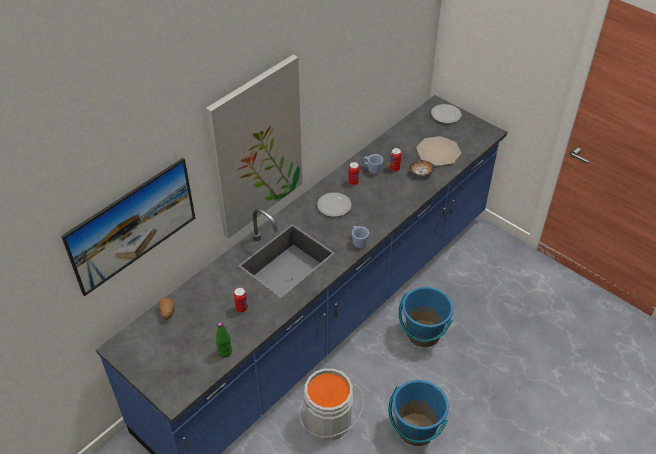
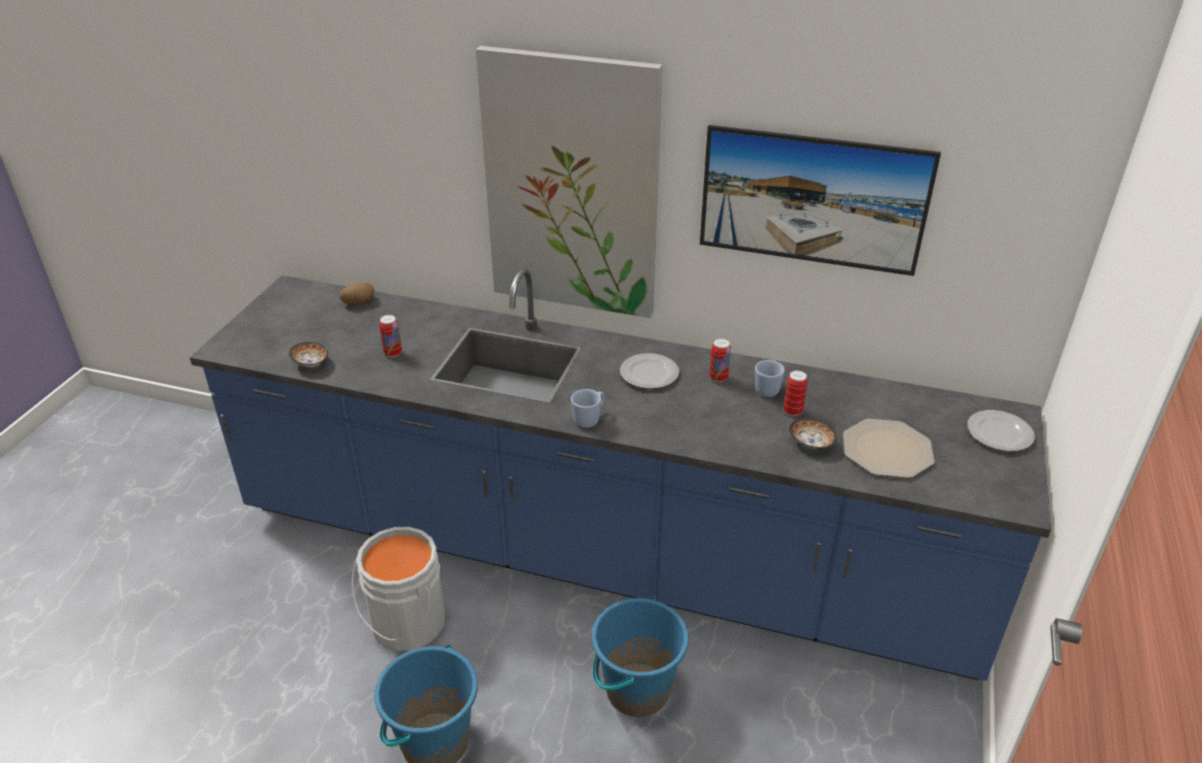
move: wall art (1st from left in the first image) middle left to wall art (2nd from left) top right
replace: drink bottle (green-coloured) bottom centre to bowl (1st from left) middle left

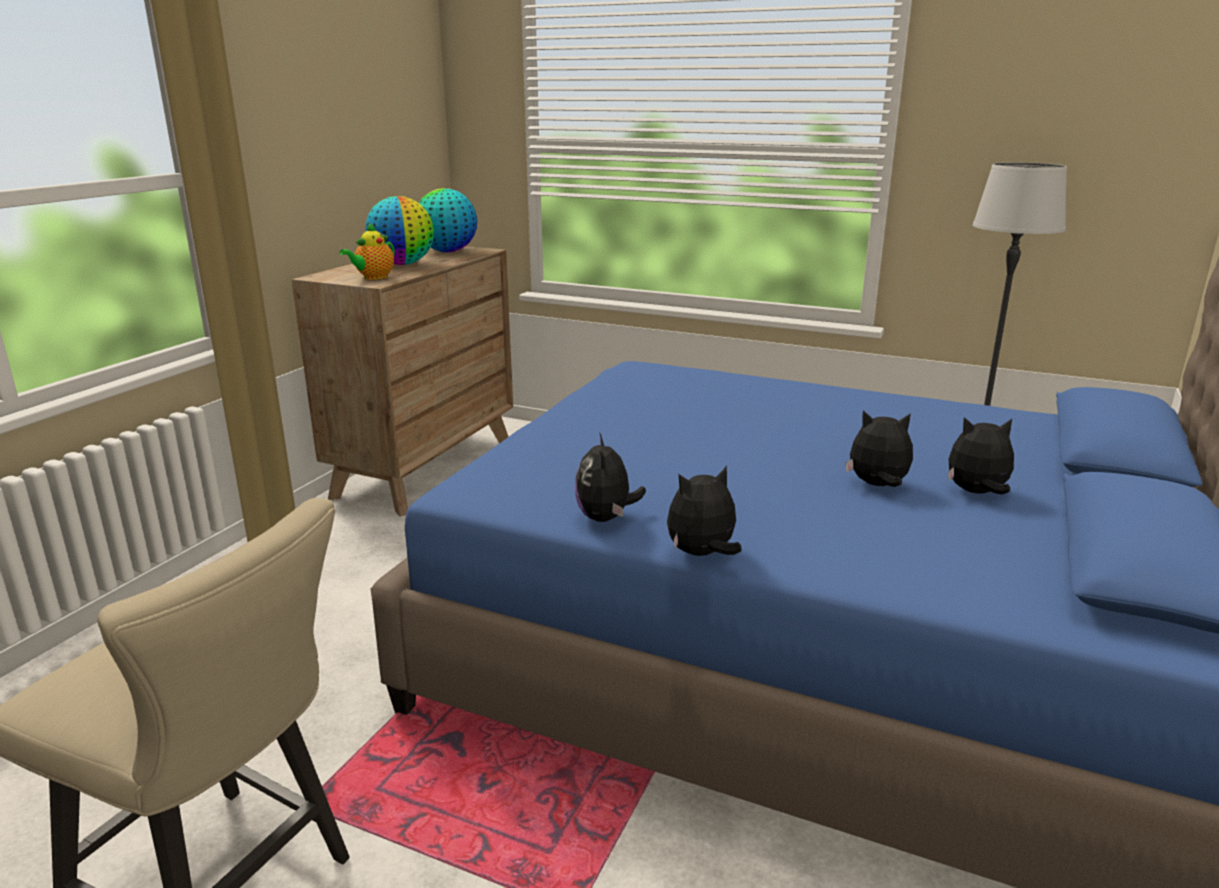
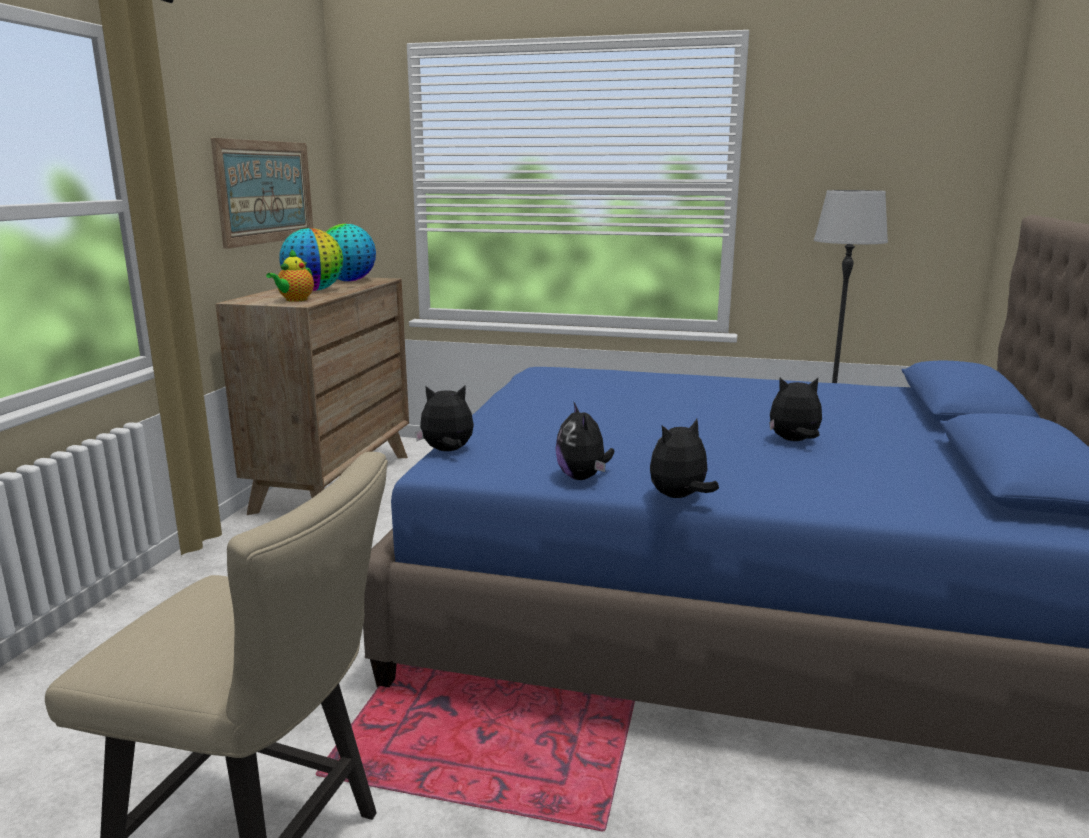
insert: wall art top left
move: soft toy (4th from left in the first image) middle right to soft toy (1st from left) centre

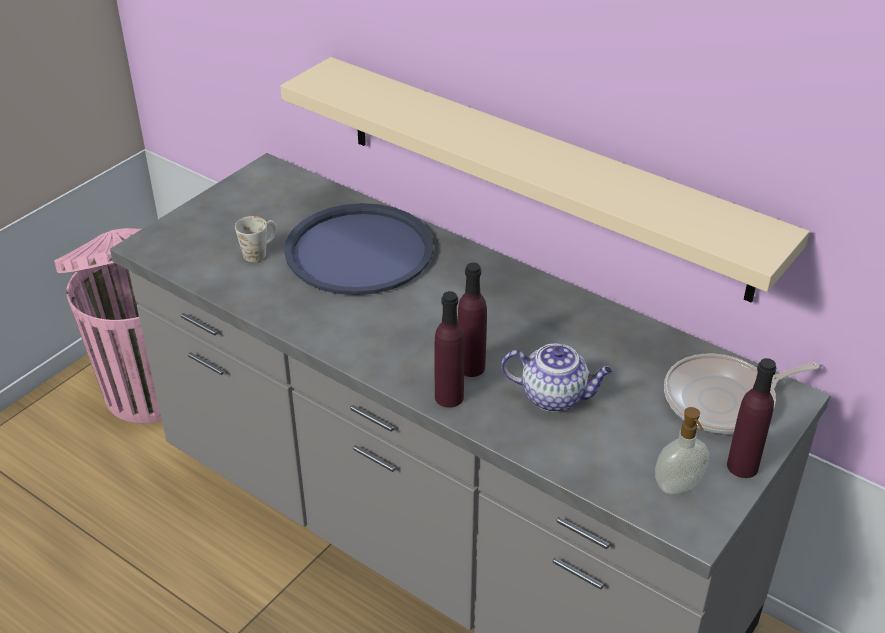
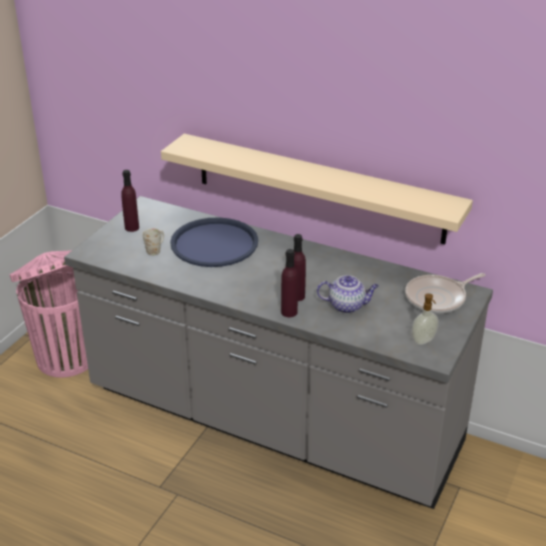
move: drink bottle (purple) (3rd from left in the first image) middle right to drink bottle (purple) (1st from left) middle left

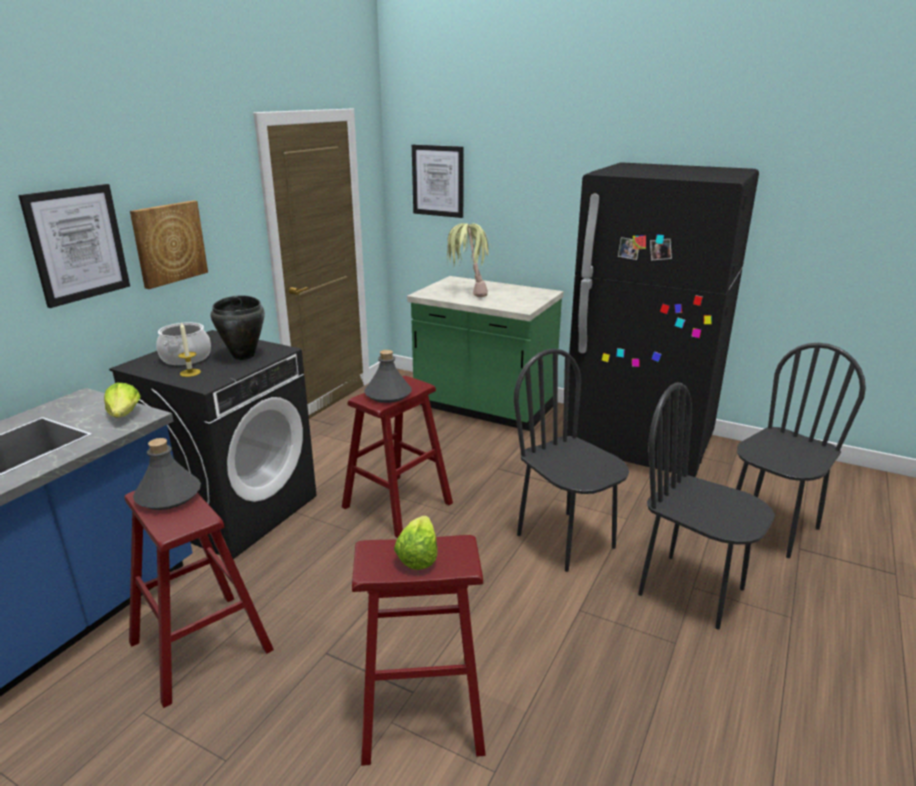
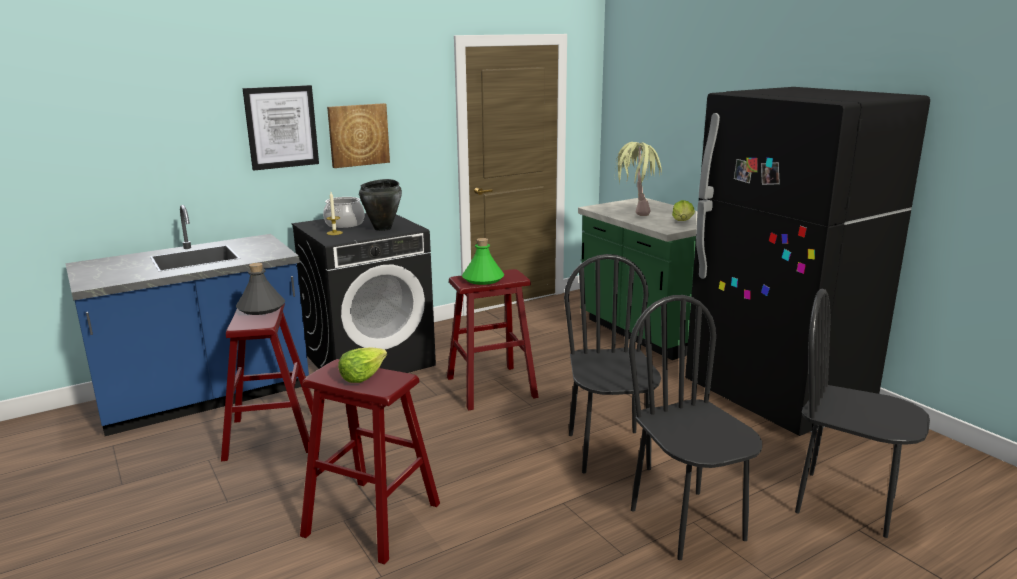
delete: wall art (3rd from left) top centre
move: lettuce (1st from left in the first image) middle left to lettuce (2nd from left) middle right
recolor: drink bottle (gray) (2nd from left) centre to drink bottle (green-coloured) centre
rotate: plain chair (black) (3rd from left) middle right = bottom right 135 degrees counterclockwise

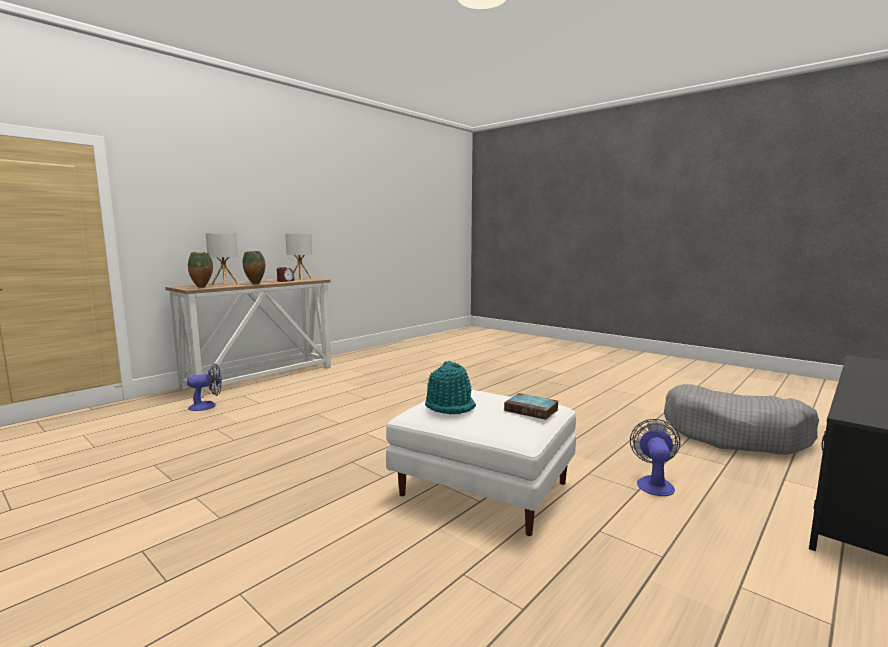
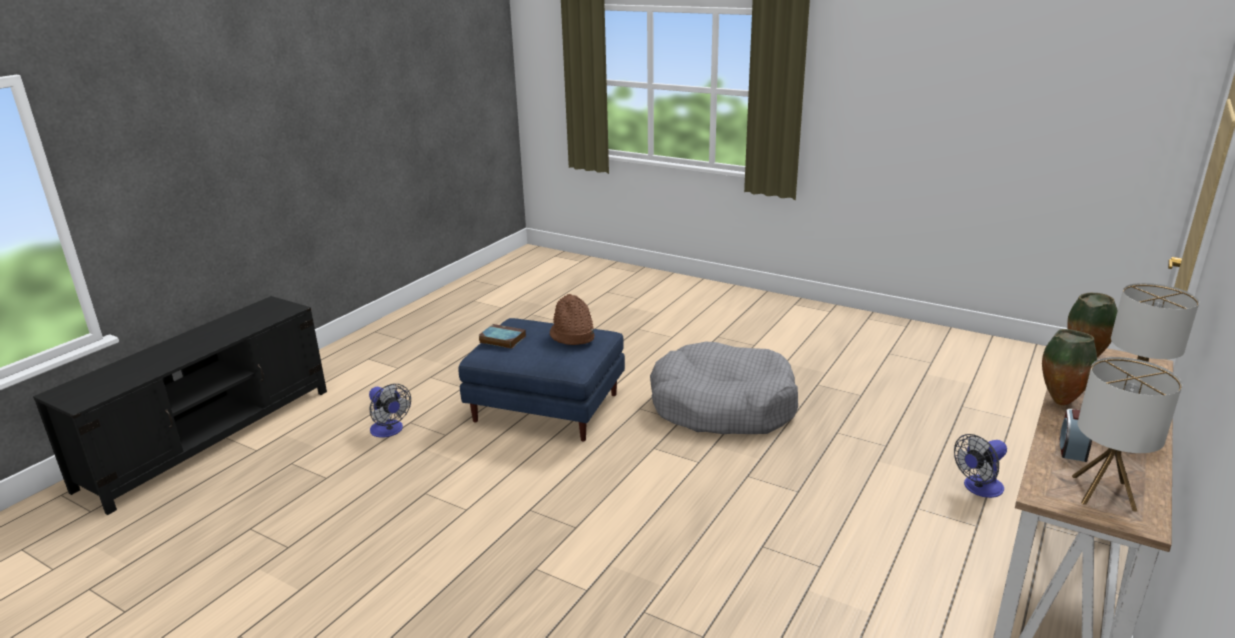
move: pet bed (gray) middle right to centre
recolor: wearable hat (turquoise) centre to wearable hat (brownish) centre; ottoman (white-coloured) bottom centre to ottoman (blue-coloured) centre
rotate: cooling fan (2nd from left in the first image) bottom right = middle left 45 degrees counterclockwise

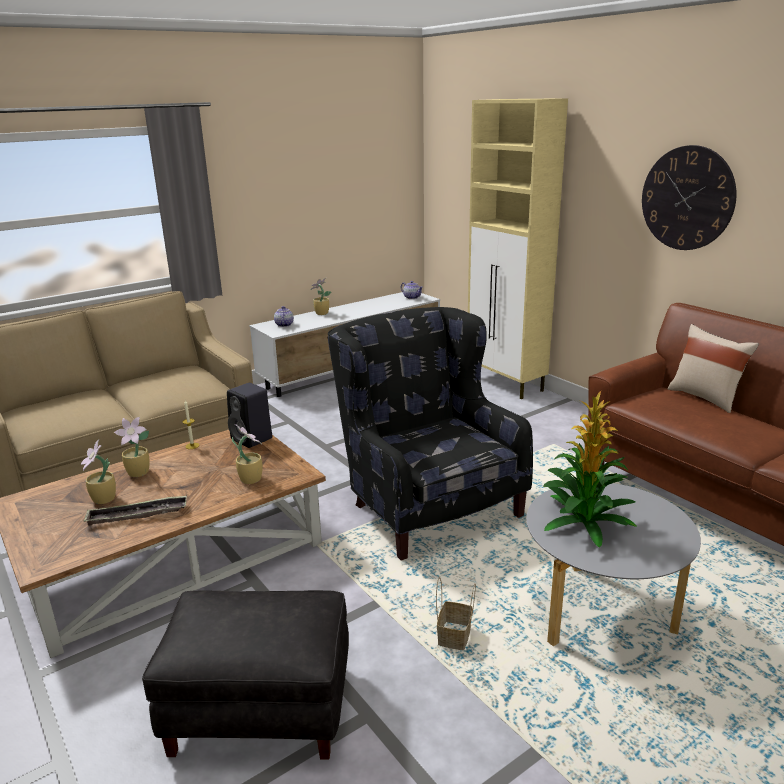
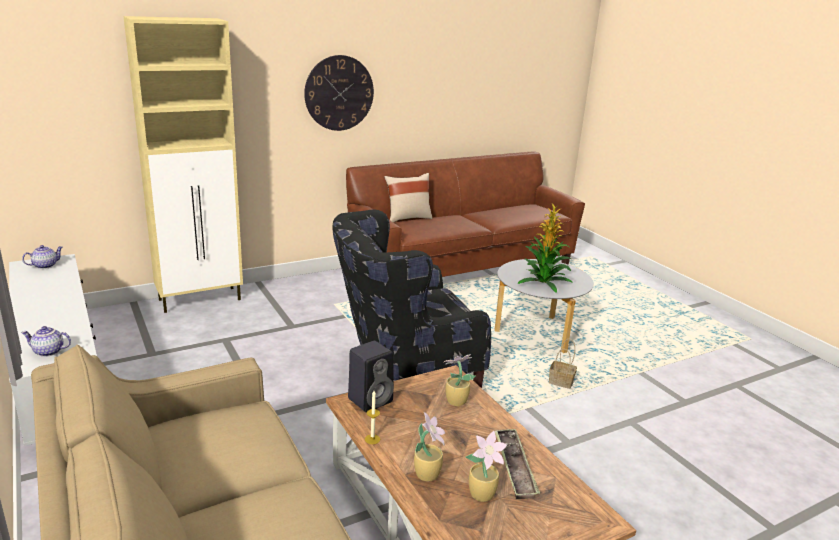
delete: houseplant (4th from left) centre; ottoman (black) bottom left

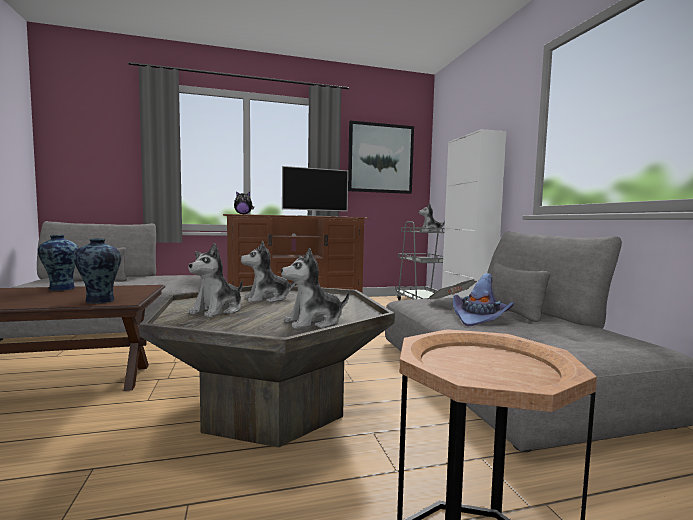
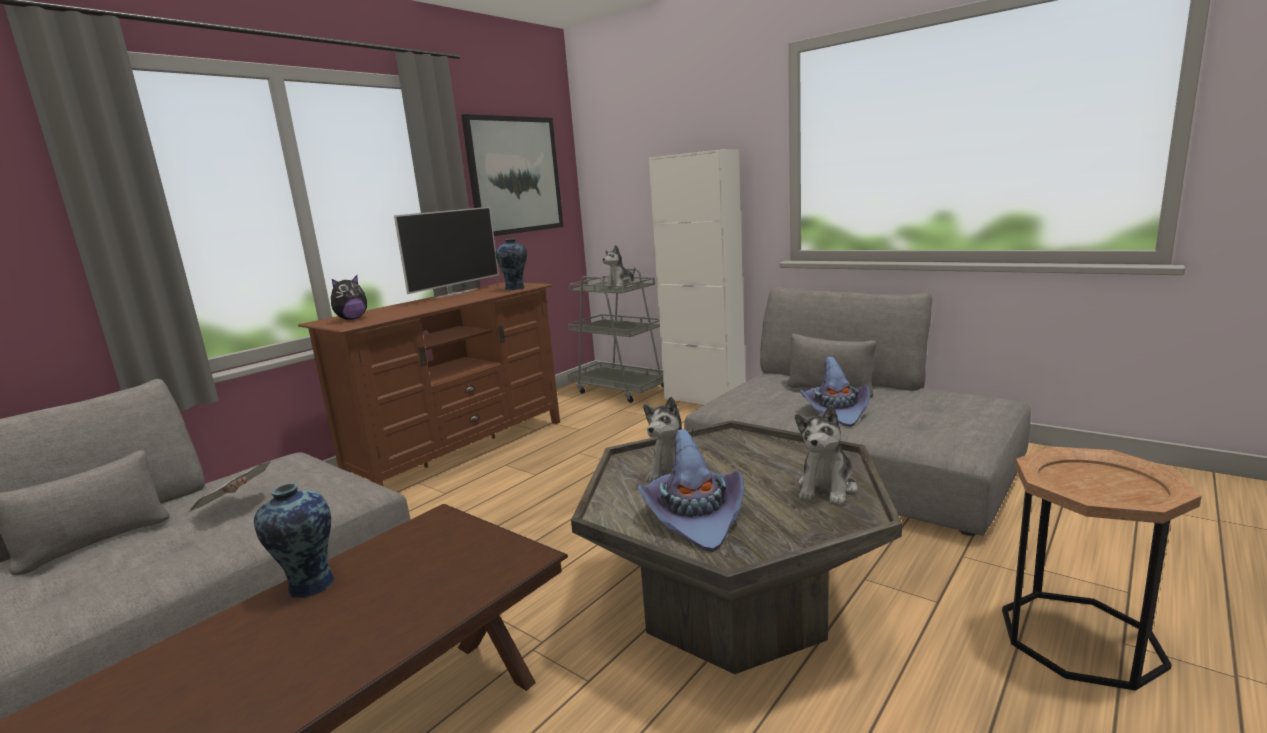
move: decorative vase (2nd from left) middle left to centre; daily paper centre to middle left
replace: soft toy (1st from left) middle left to wearable hat (purple) (1st from left) bottom centre

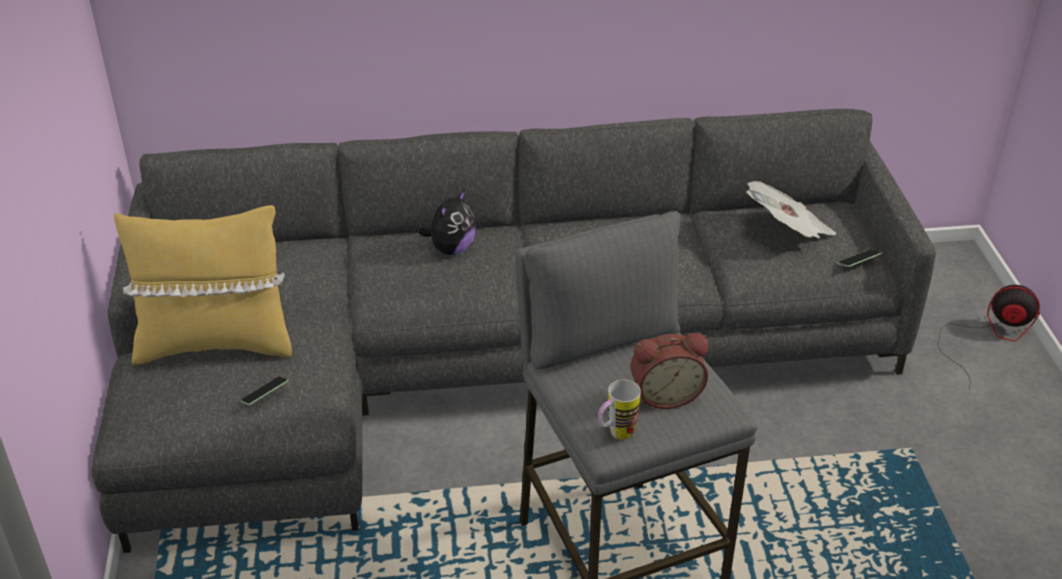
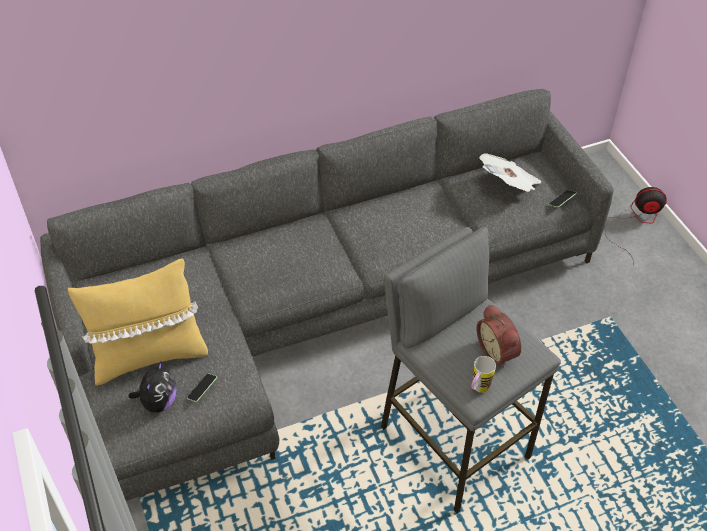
move: soft toy centre to bottom left
rotate: table clock centre = middle right 90 degrees clockwise

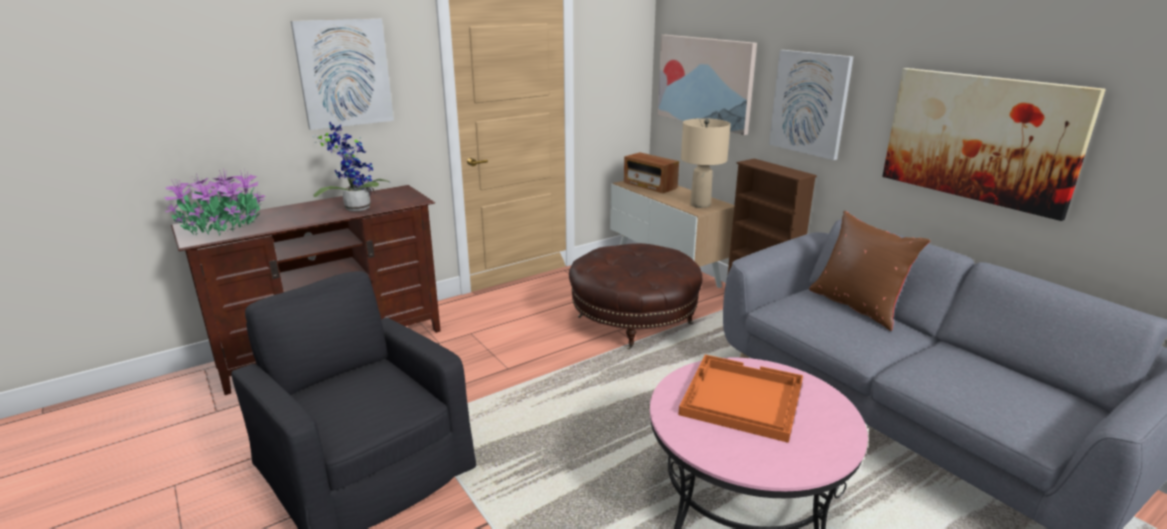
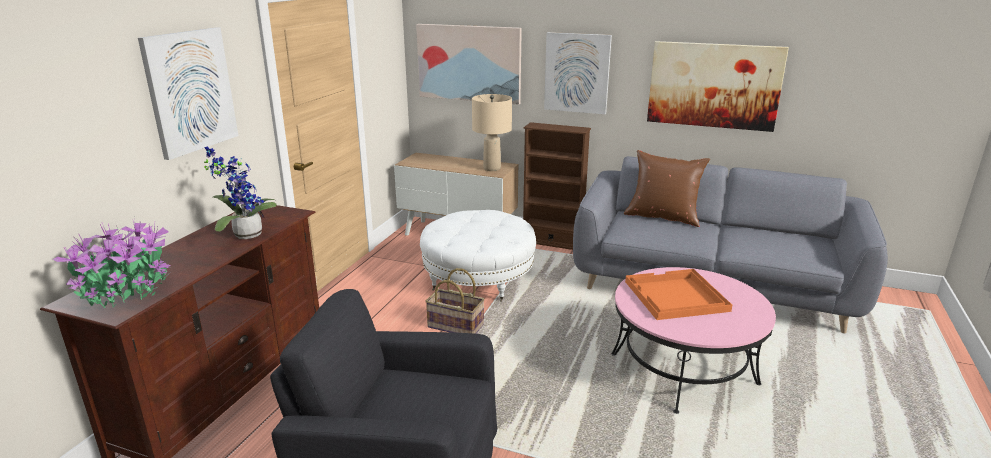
delete: radio receiver top centre
insert: storage basket centre
recolor: ottoman (brownish) centre to ottoman (white-coloured) centre

